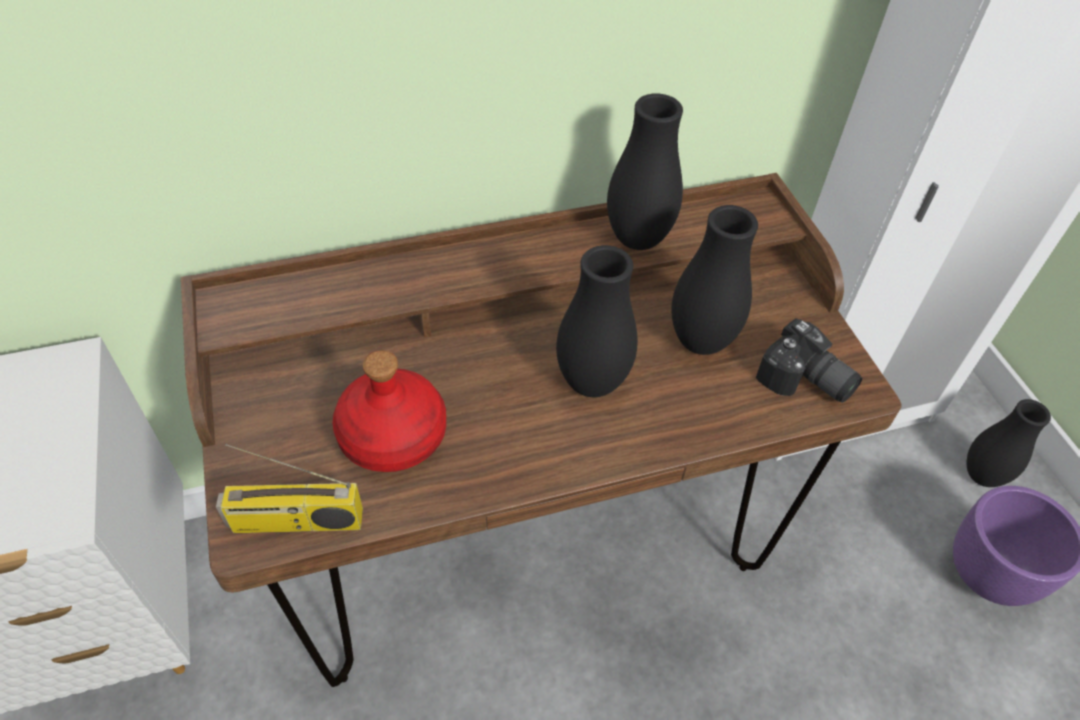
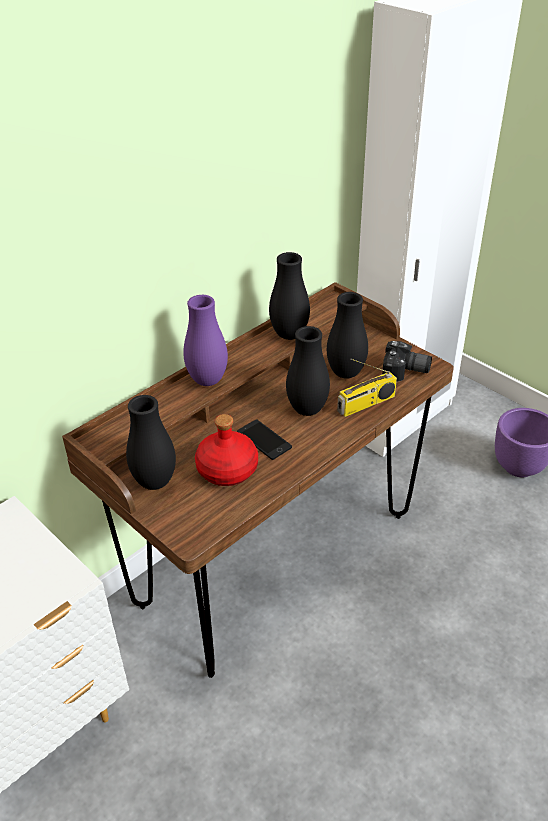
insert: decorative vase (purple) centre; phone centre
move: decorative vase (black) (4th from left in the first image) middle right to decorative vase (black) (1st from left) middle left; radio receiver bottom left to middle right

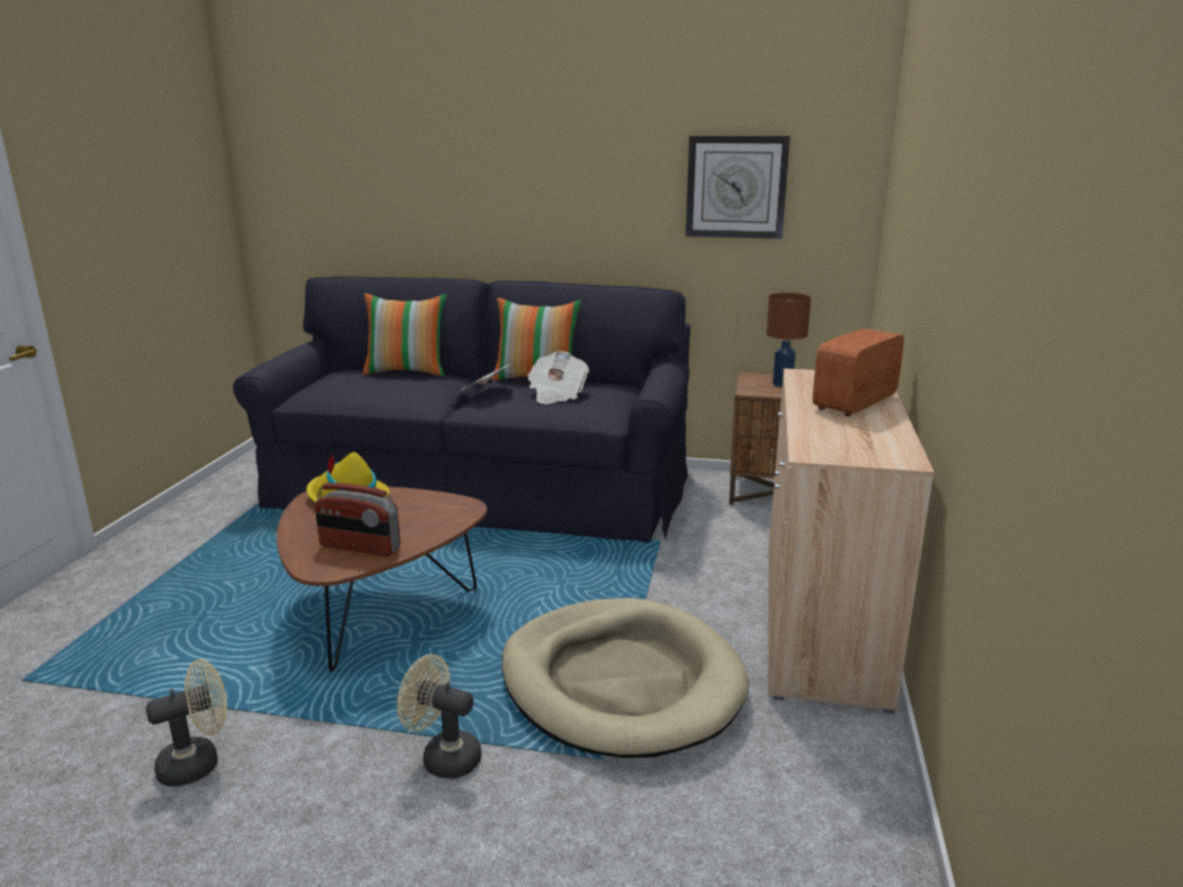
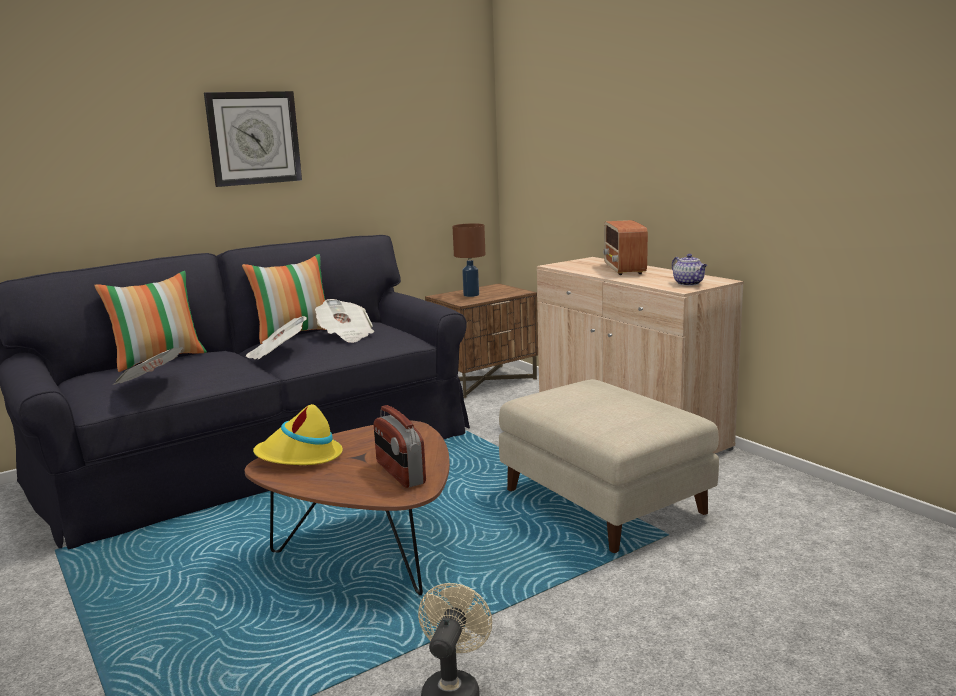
delete: cooling fan (sand-coloured) (2nd from left) bottom centre
insert: tea pot middle right; daily paper (1st from left) middle left
move: wall clock top centre to top left
replace: pet bed (sand-coloured) bottom centre to ottoman (sand-coloured) bottom centre
rotate: radio receiver (1st from left) middle left = centre 90 degrees clockwise

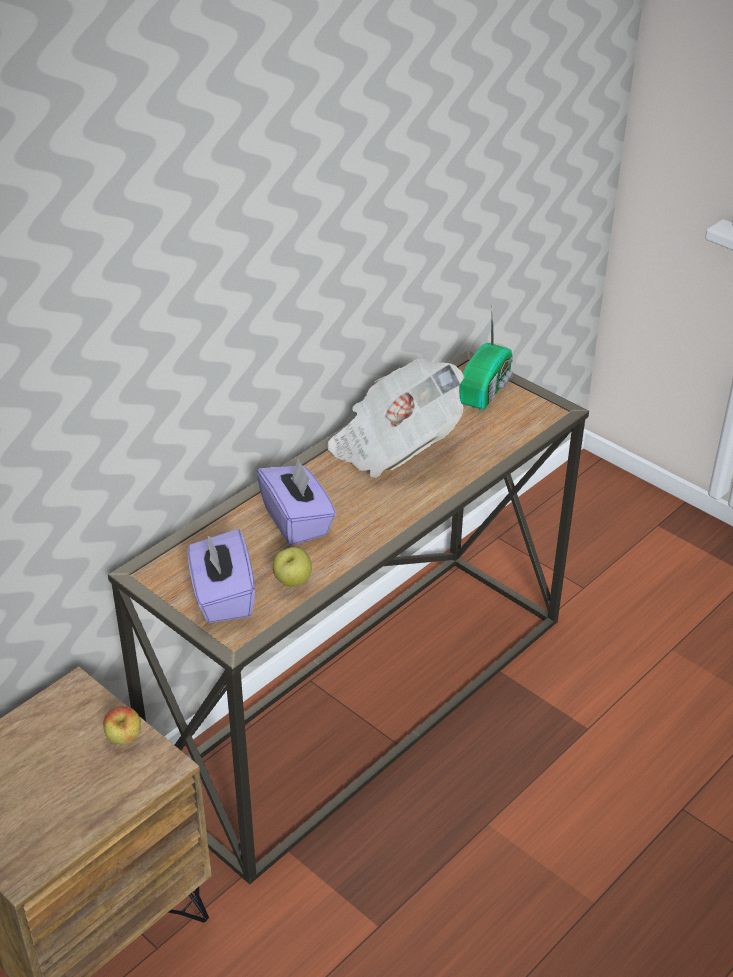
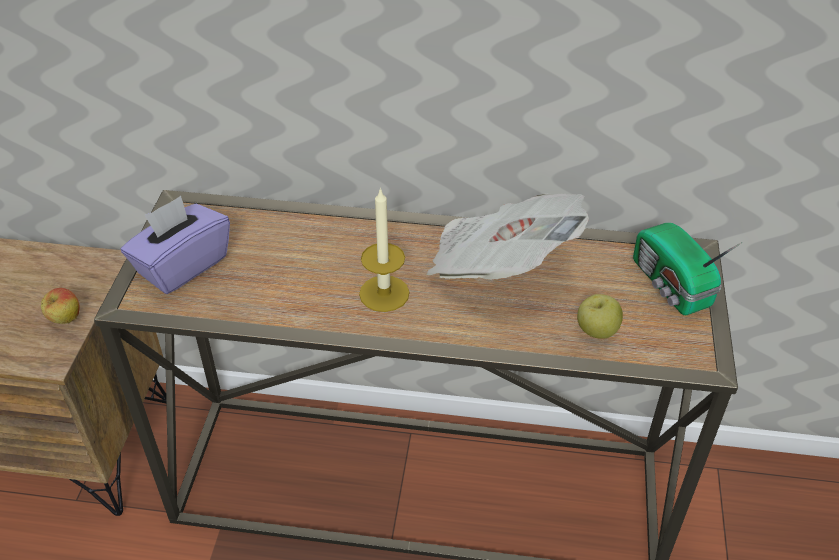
delete: tissue holder (purple) (2nd from left) centre
insert: wax candle centre
move: apple fruit (2nd from left) centre to middle right
rotate: radio receiver centre = middle right 75 degrees clockwise

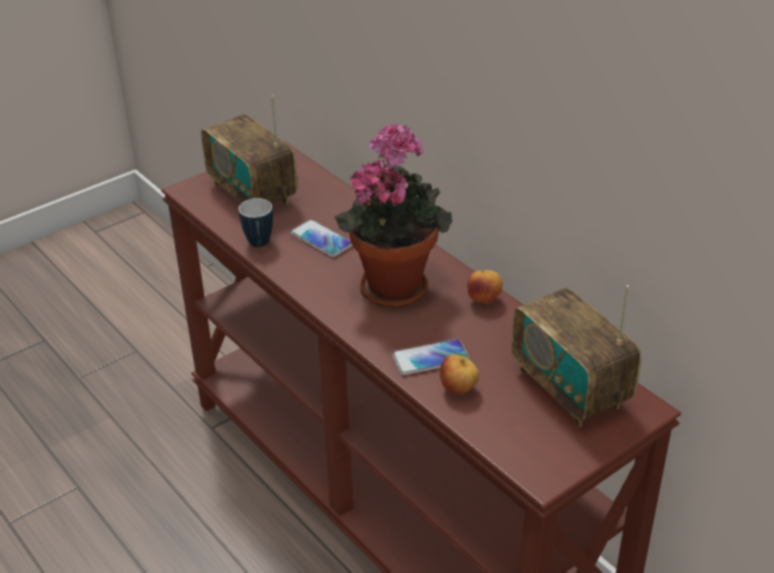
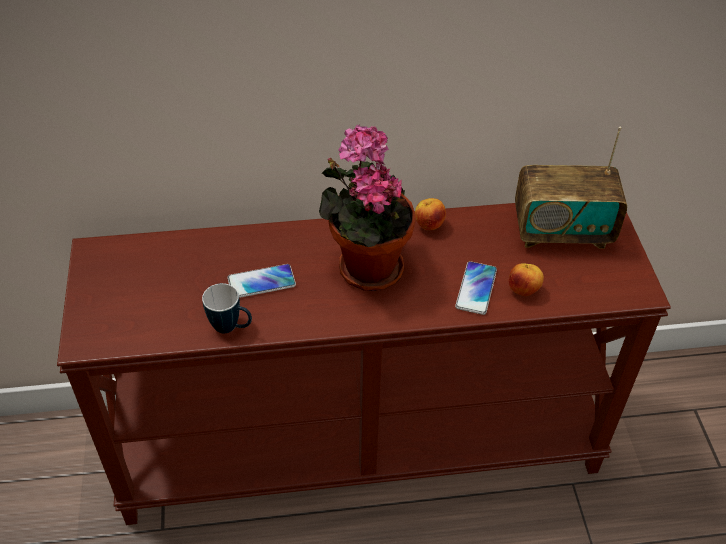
delete: radio receiver (1st from left) top left

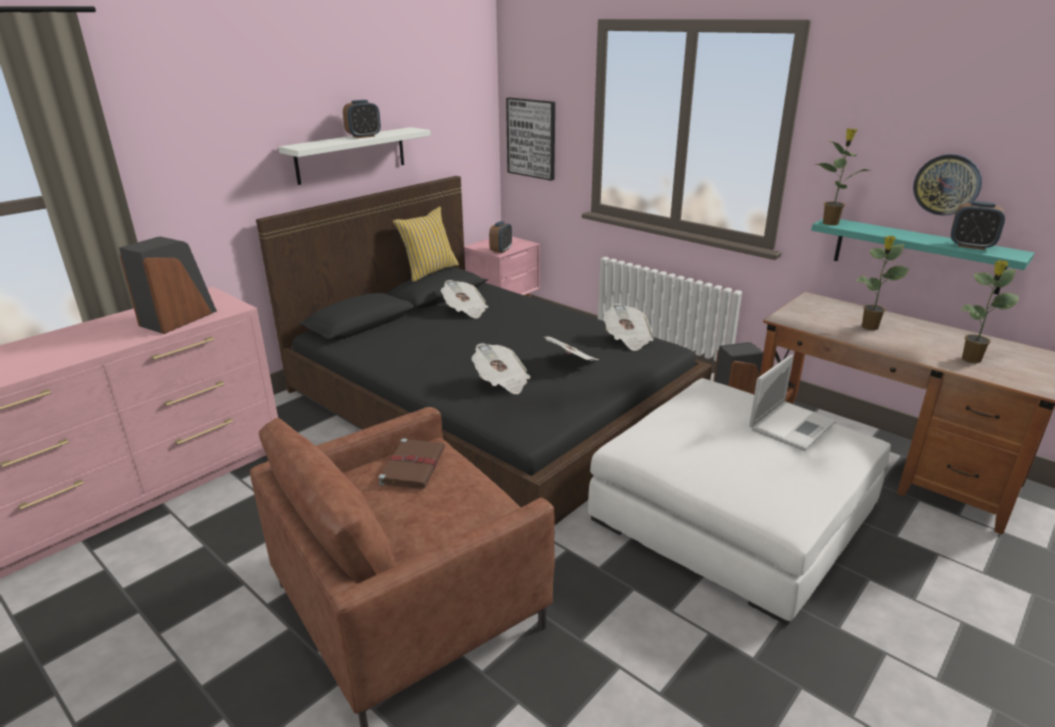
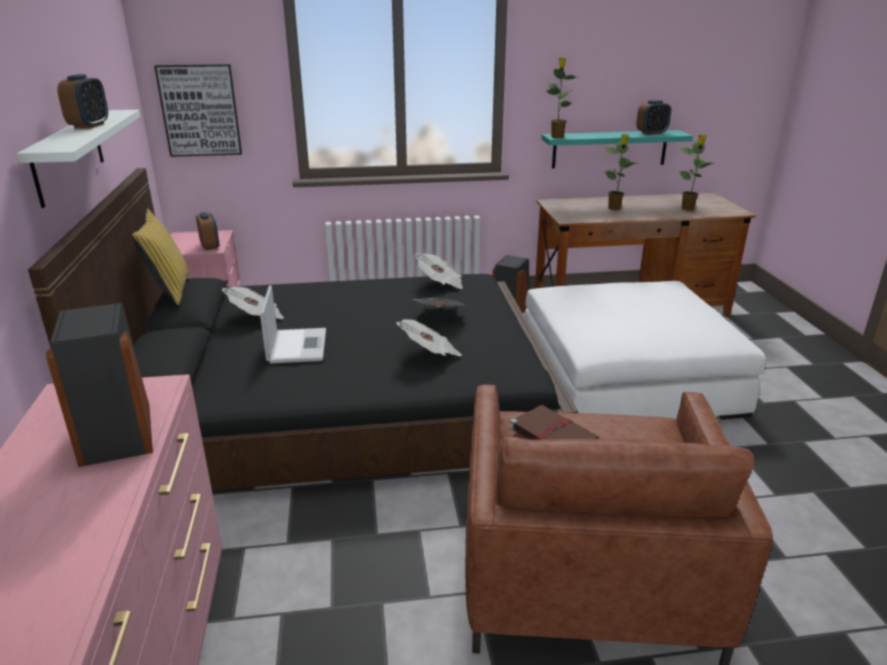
delete: wall clock top right
move: notebook computer middle right to middle left

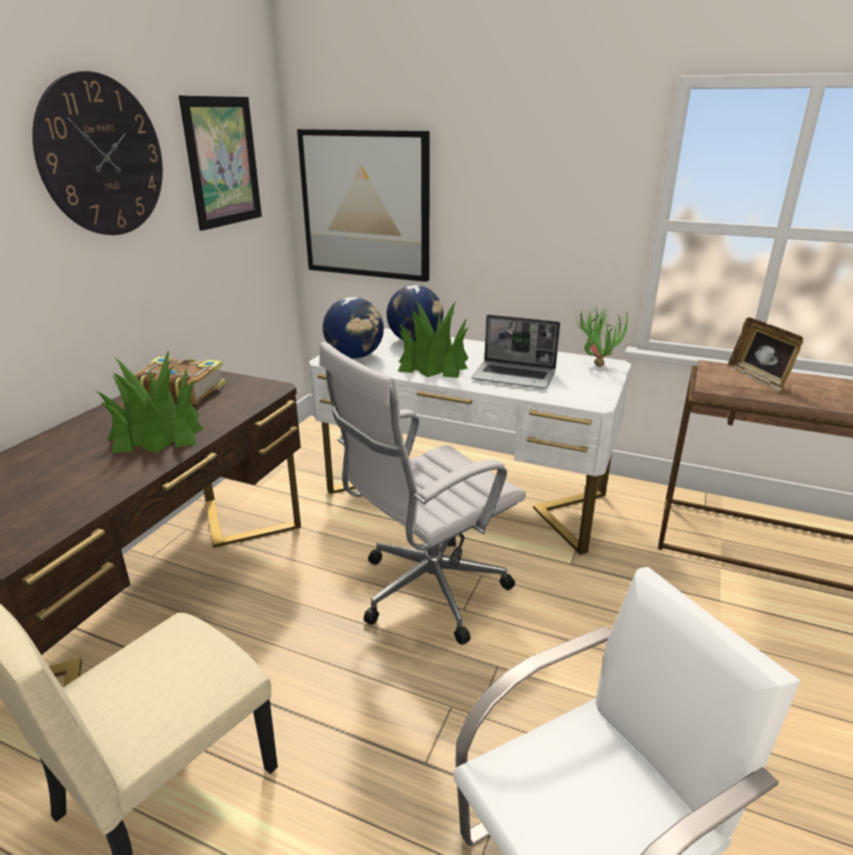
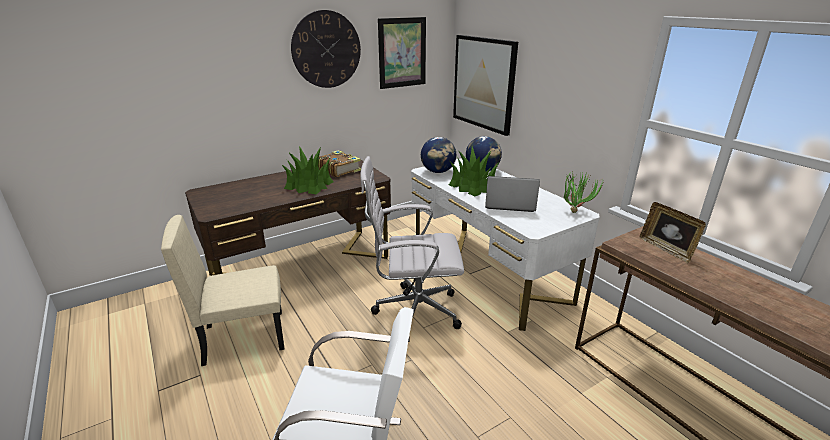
rotate: notebook computer centre = centre 135 degrees clockwise; standing frame middle right = middle right 45 degrees counterclockwise

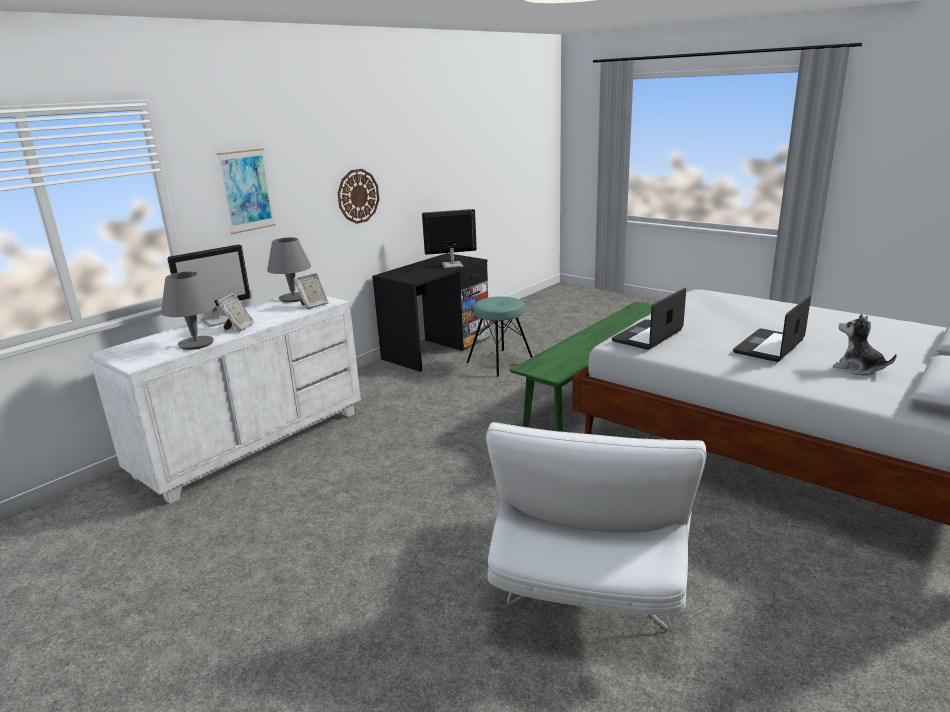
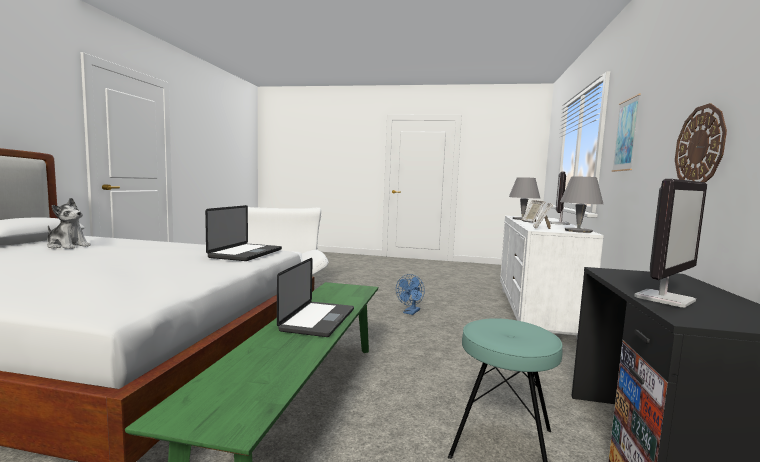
insert: cooling fan (blue-coloured) centre
move: notebook computer (2nd from left) middle right to centre

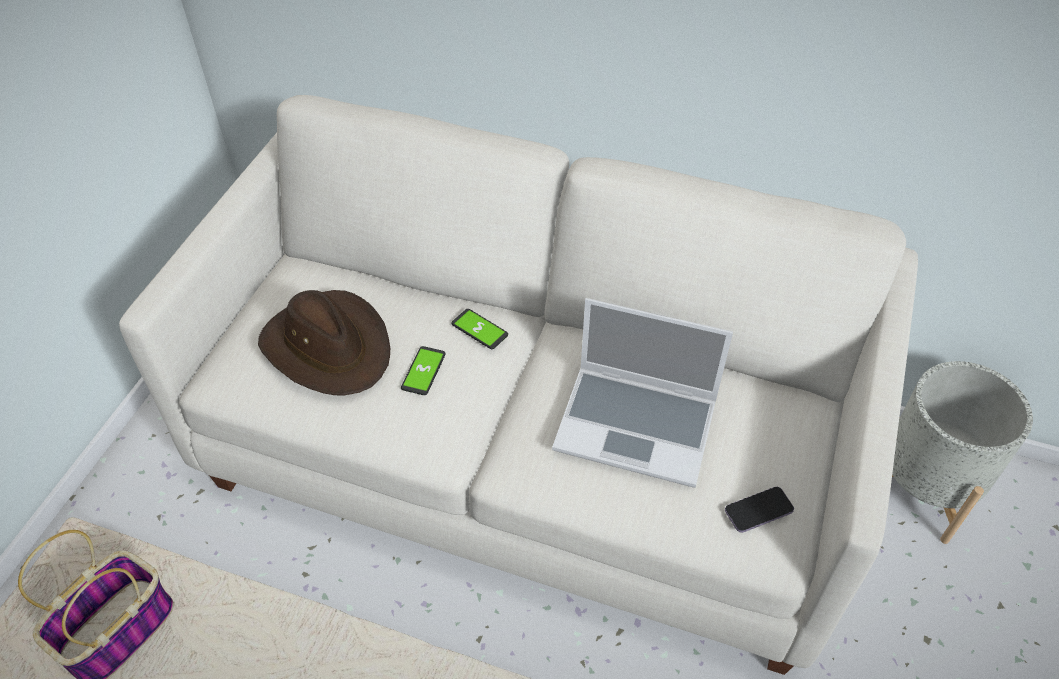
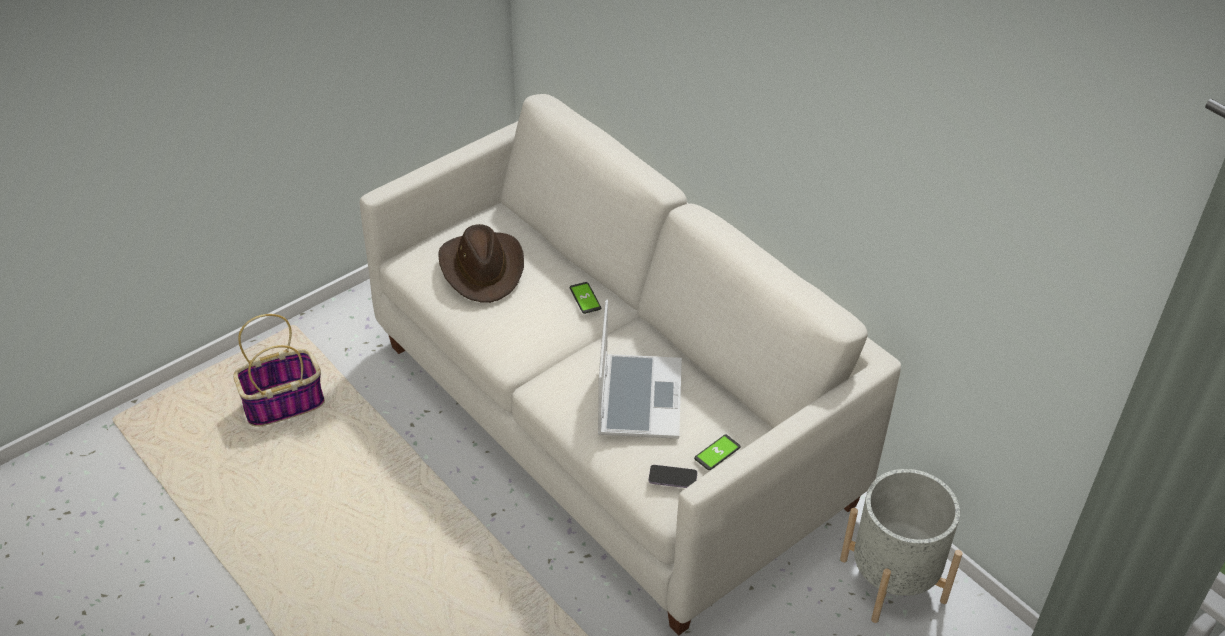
move: phone (1st from left in the first image) centre to phone (3rd from left) bottom centre
rotate: notebook computer centre = centre 135 degrees counterclockwise

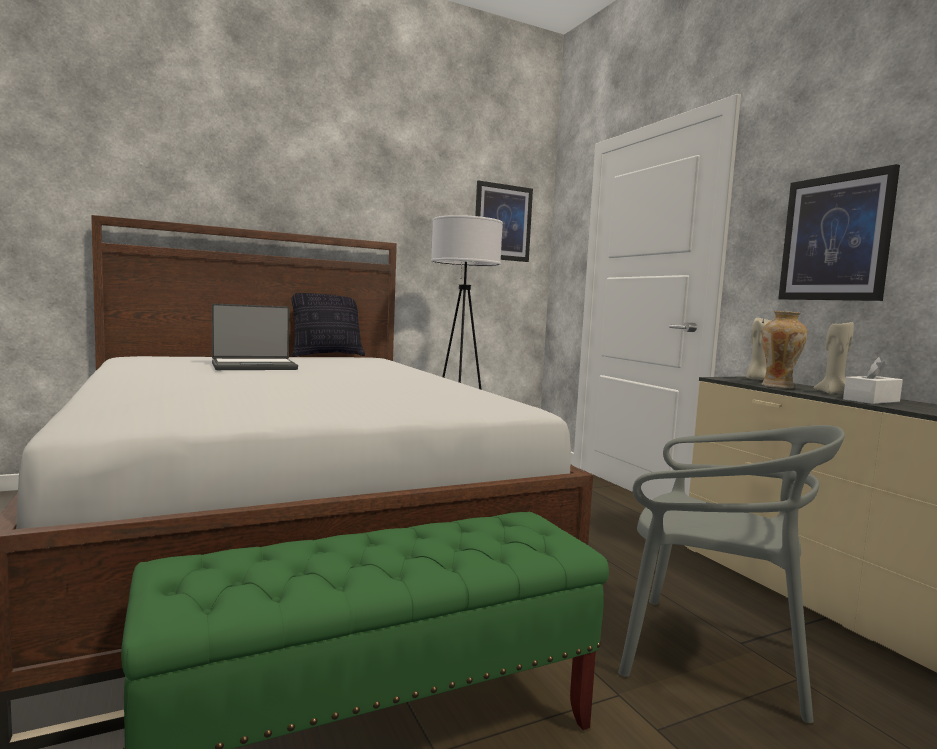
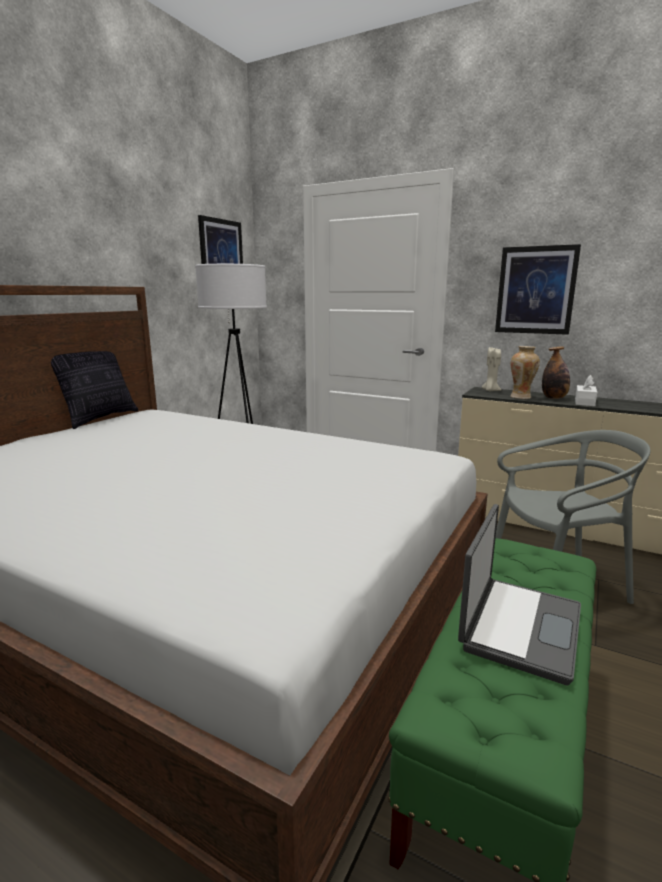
move: notebook computer middle left to bottom right
replace: wax candle (sand-coloured) (2nd from left) middle right to drink bottle middle right

